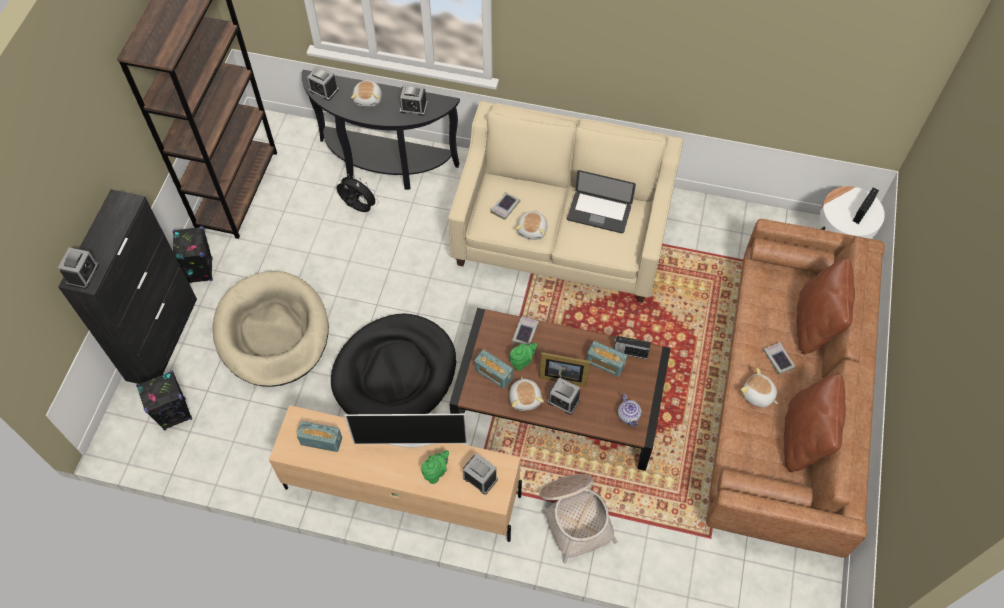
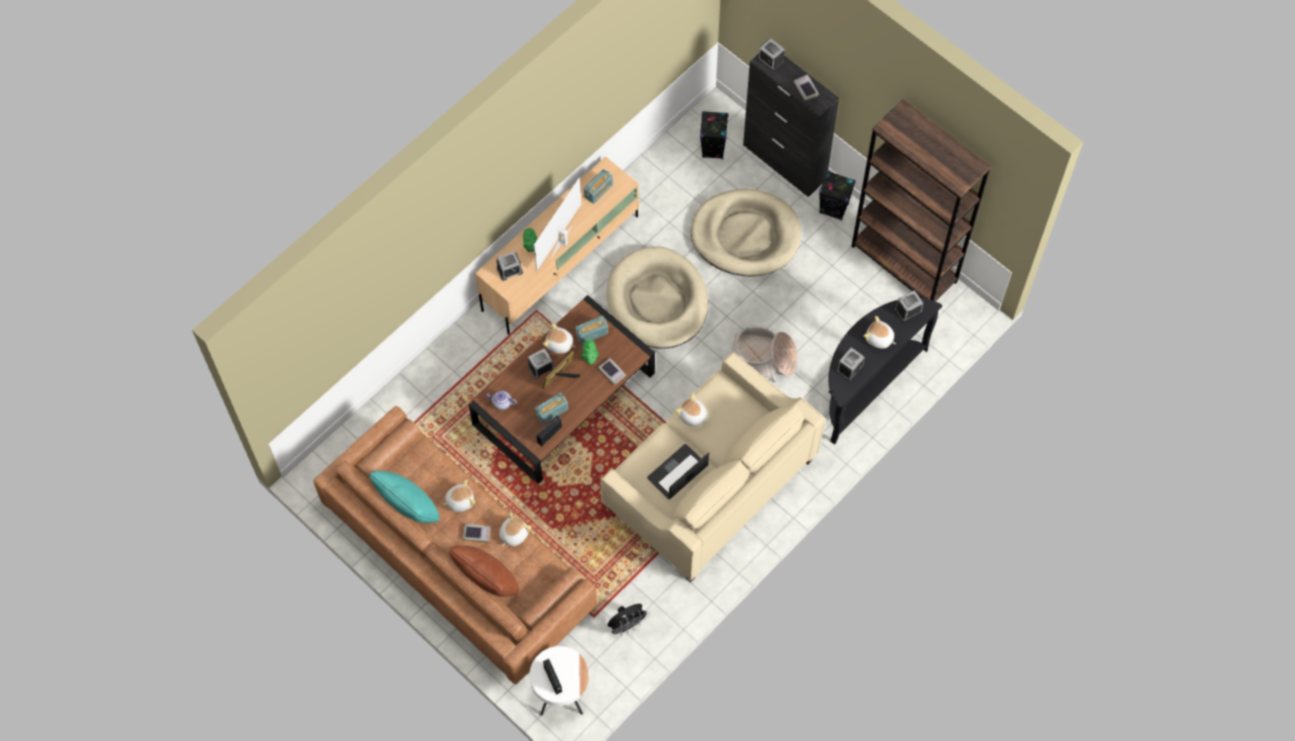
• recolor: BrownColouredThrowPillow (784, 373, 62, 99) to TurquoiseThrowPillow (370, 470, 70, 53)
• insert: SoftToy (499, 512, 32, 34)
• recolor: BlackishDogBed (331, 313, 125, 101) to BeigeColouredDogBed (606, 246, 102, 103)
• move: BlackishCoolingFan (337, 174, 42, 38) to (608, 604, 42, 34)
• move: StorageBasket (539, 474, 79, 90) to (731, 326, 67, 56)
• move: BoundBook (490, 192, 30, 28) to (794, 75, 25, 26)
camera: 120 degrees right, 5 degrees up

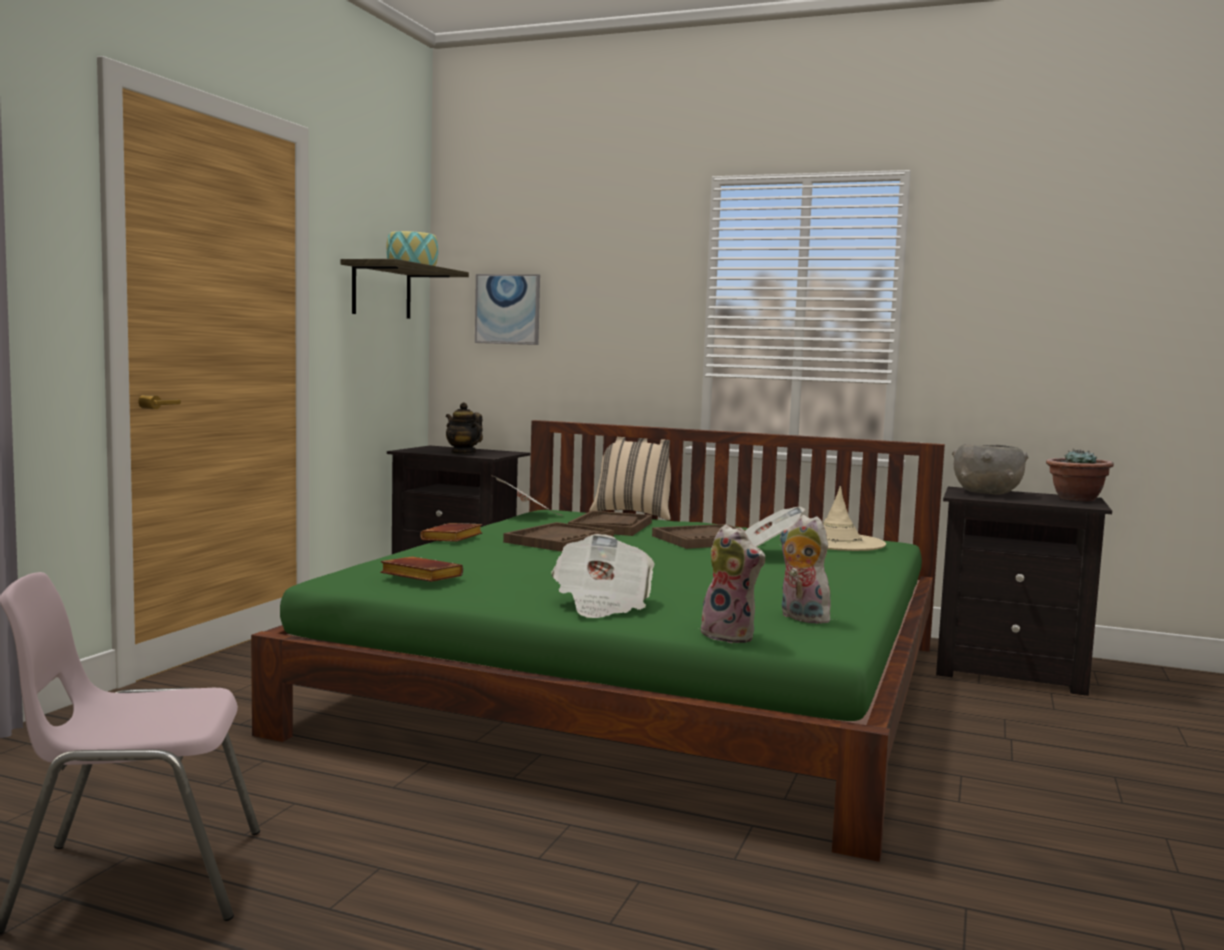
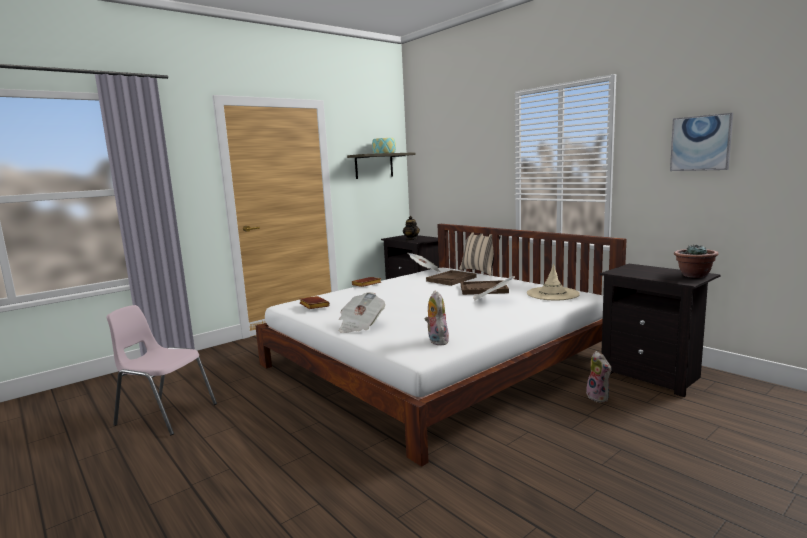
• recolor: GreenishSleepingBed (251, 420, 694, 442) to WhitishSleepingBed (255, 224, 372, 243)
• move: SoftToy (698, 525, 67, 118) to (586, 351, 25, 52)
• move: WallPicture (475, 274, 65, 71) to (670, 113, 63, 58)
• delete: BrownColouredServingTray (503, 522, 111, 30)
• delete: GreyishServingBowl (952, 444, 77, 51)
camera: 30 degrees right, 5 degrees up

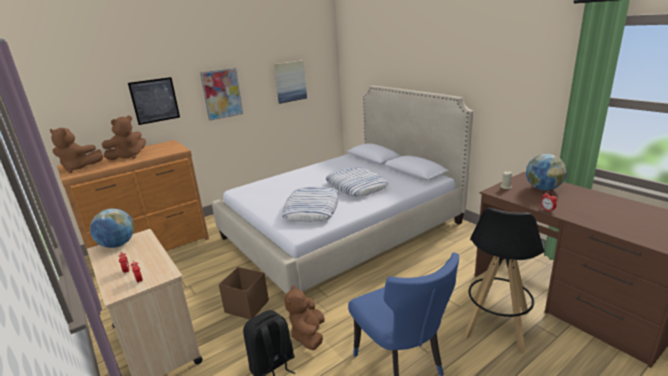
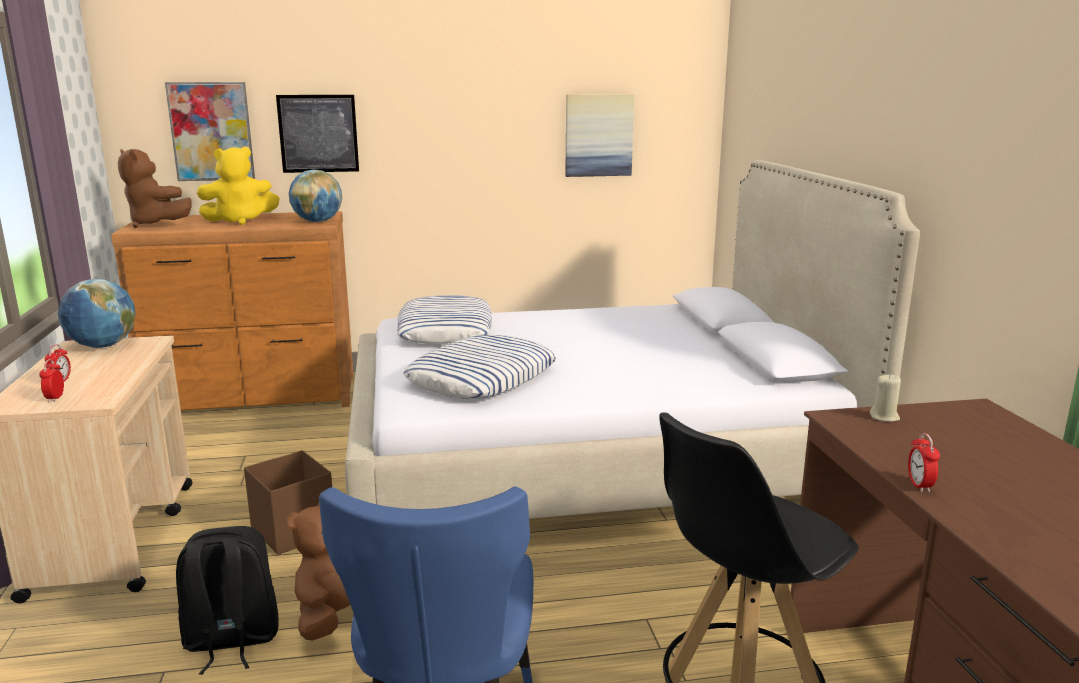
• move: WallPicture (200, 68, 43, 53) to (165, 82, 90, 99)
• recolor: BrownColouredSoftToy (102, 116, 44, 44) to YellowColouredSoftToy (197, 147, 83, 78)
• move: Globe (526, 154, 41, 36) to (289, 169, 53, 53)
• move: ThrowPillow (325, 167, 64, 29) to (397, 295, 95, 49)
camera: 25 degrees right, 5 degrees down

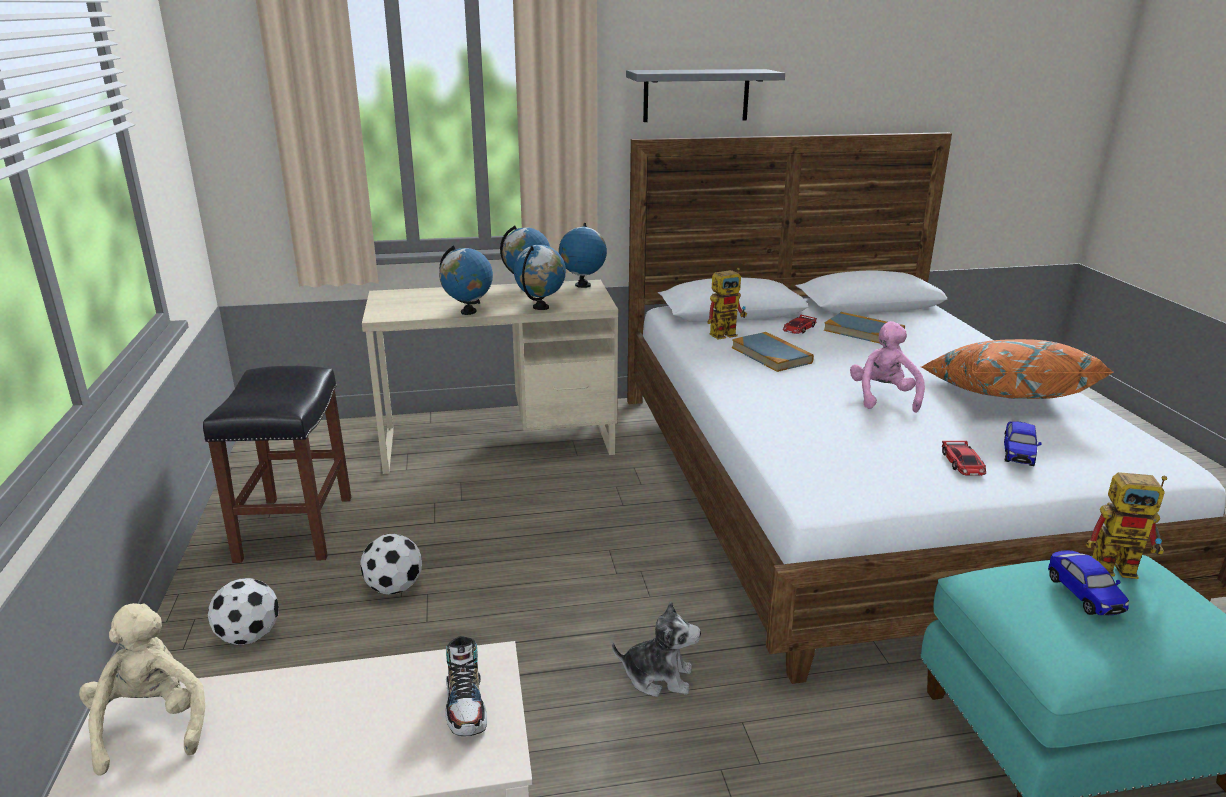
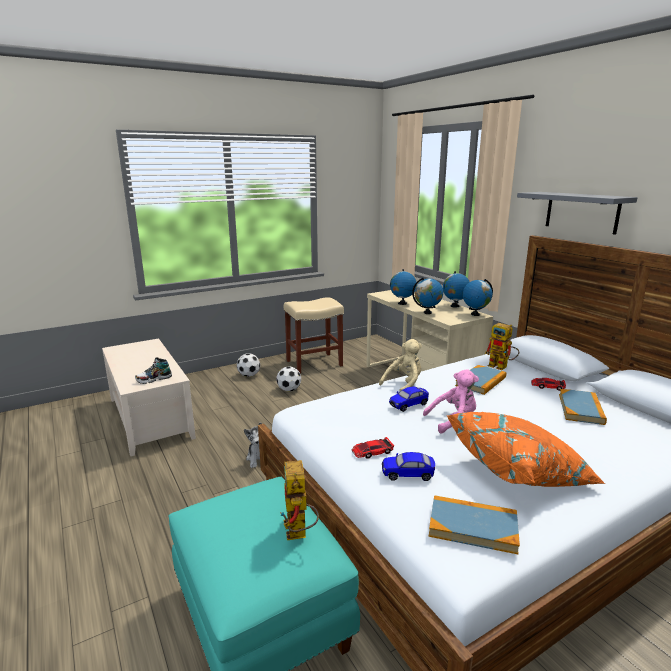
• recolor: BlackishSittingStool (203, 366, 148, 197) to BeigeColouredSittingStool (284, 297, 60, 77)
• move: BeigeColouredSoftToy (79, 603, 126, 173) to (379, 339, 43, 52)
• move: MiniatureCar (1048, 550, 81, 65) to (389, 386, 40, 26)
• insert: BoundBook (429, 495, 91, 59)
camera: 70 degrees right, 5 degrees down

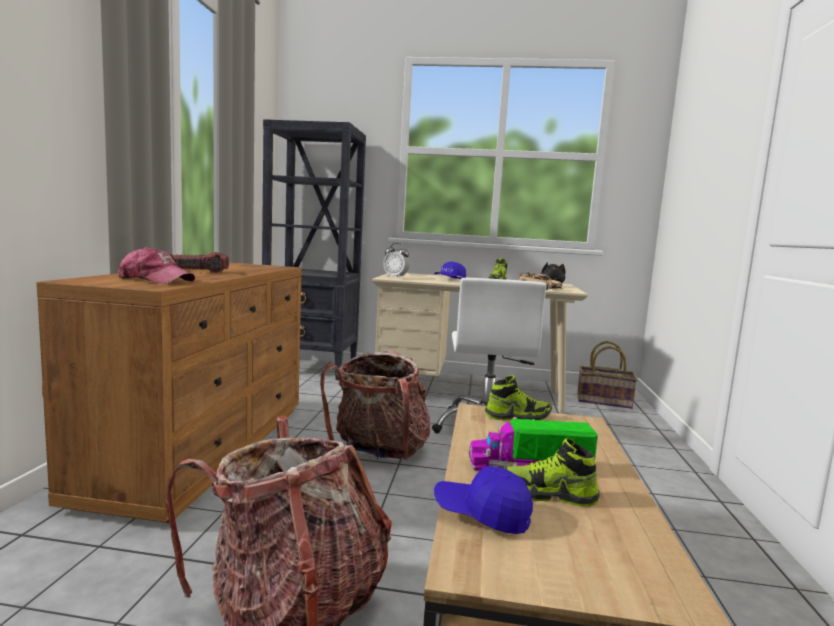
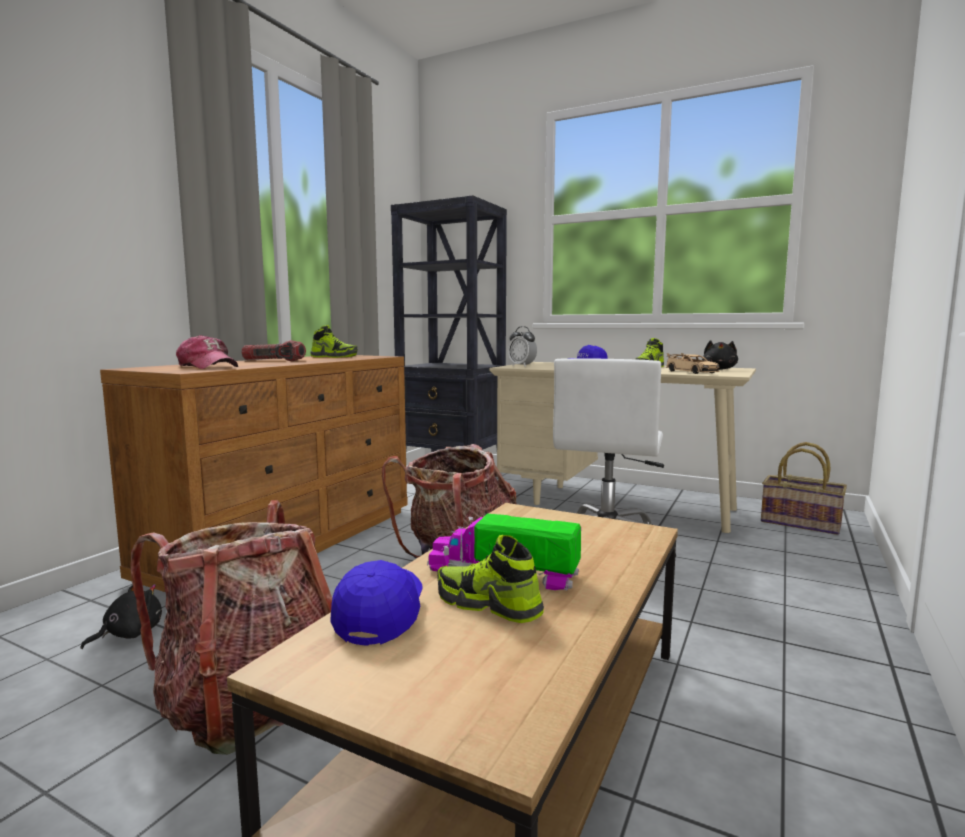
• insert: BlackishSoftToy (81, 584, 81, 65)
• move: ItemOfFootwear (485, 375, 67, 46) to (310, 325, 48, 33)
• rotate: BluishBaseballCap (434, 466, 99, 68) = (330, 560, 93, 86) 60 degrees clockwise
camera: 20 degrees right, 0 degrees up

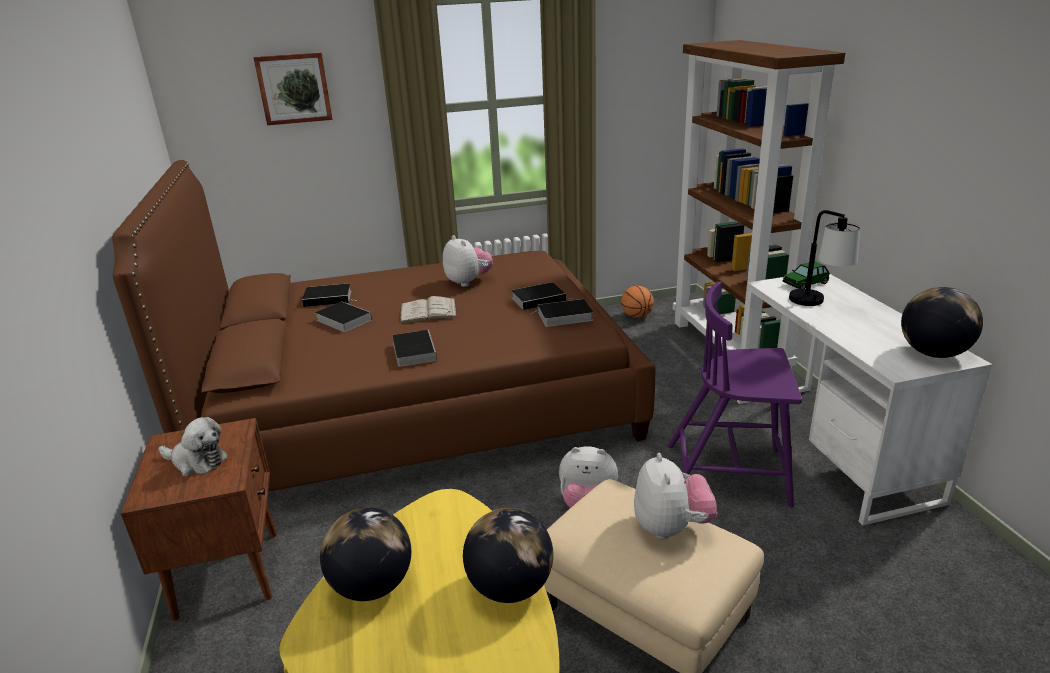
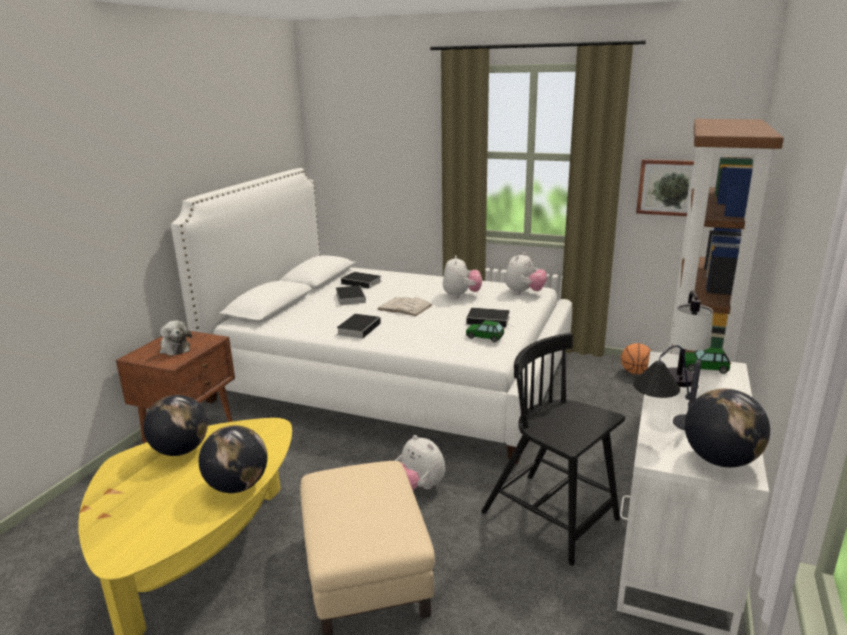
• recolor: BrownColouredSleepingBed (112, 160, 543, 332) to WhitishSleepingBed (171, 168, 401, 296)
• replace: BoundBook (531, 299, 62, 28) to MiniatureCar (466, 320, 38, 22)
• recolor: PurplishUprightChair (668, 281, 134, 226) to BlackishUprightChair (481, 333, 144, 232)
• move: SoftToy (634, 453, 83, 86) to (505, 252, 42, 42)
• insert: LampForATable (633, 345, 68, 85)
• move: WallPicture (253, 52, 80, 73) to (636, 159, 58, 57)
camera: 35 degrees right, 5 degrees down

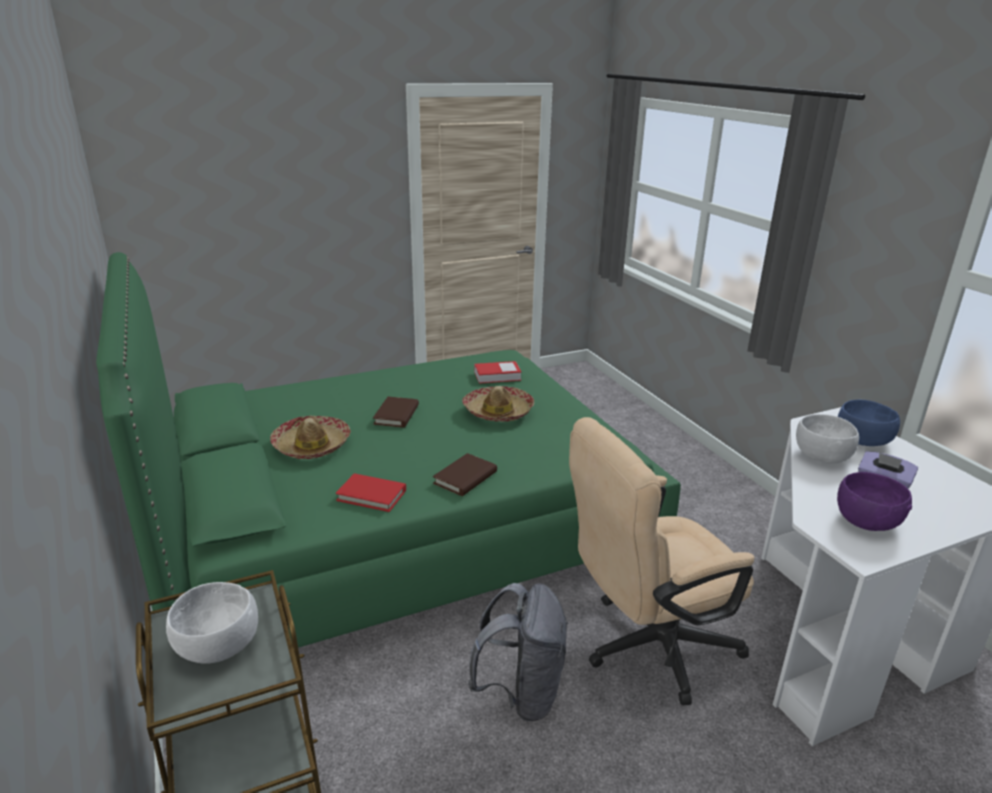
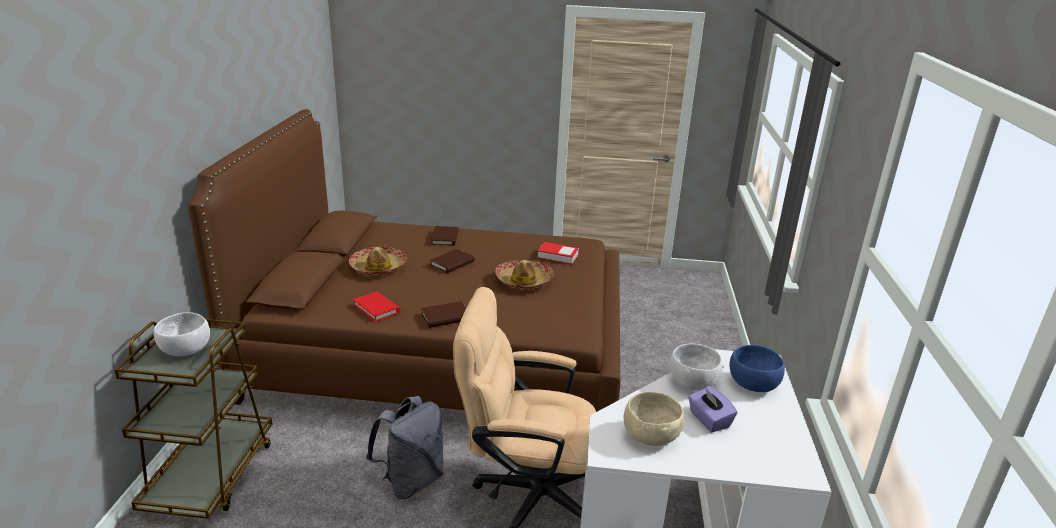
• recolor: GreenishSleepingBed (96, 252, 585, 396) to BrownColouredSleepingBed (188, 109, 432, 303)
• insert: BrownColouredBoundBook (431, 226, 28, 20)
• recolor: PurplishServingBowl (837, 472, 75, 59) to BeigeColouredServingBowl (624, 392, 60, 54)
camera: 30 degrees right, 0 degrees up

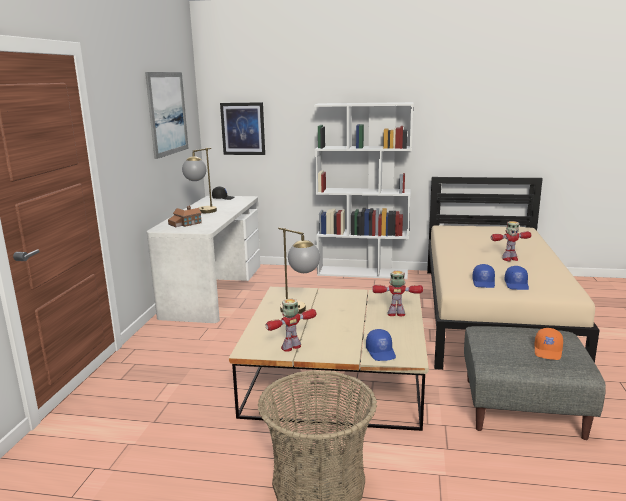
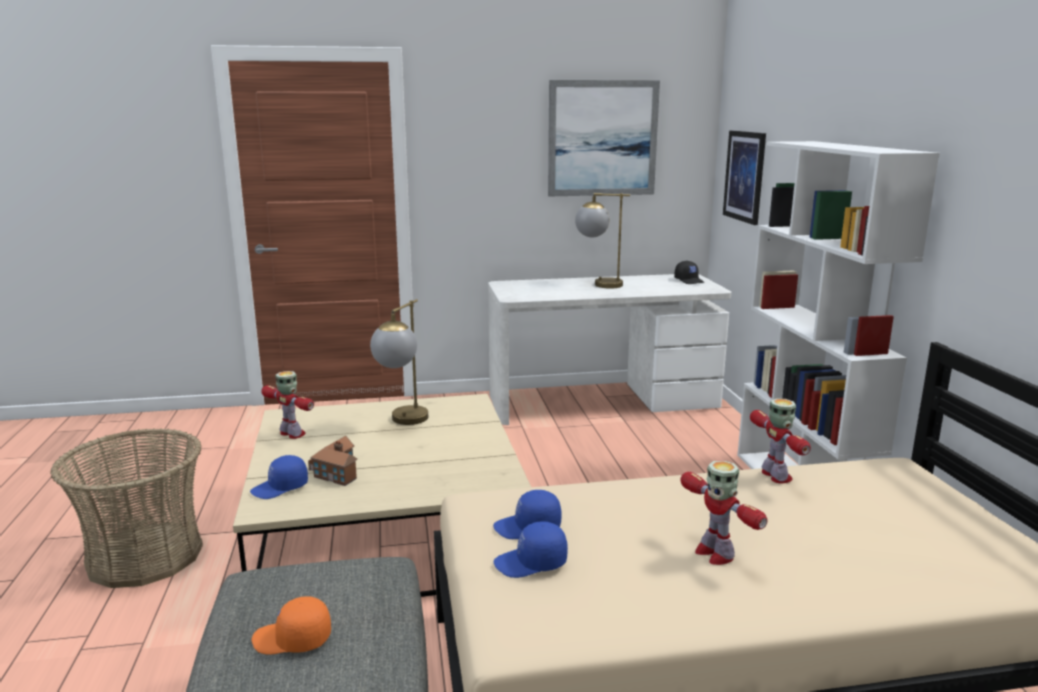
• move: ToyHouse (168, 206, 34, 21) to (308, 436, 49, 50)
• move: ToyRobot (372, 271, 51, 45) to (750, 398, 61, 86)
camera: 70 degrees right, 0 degrees up

